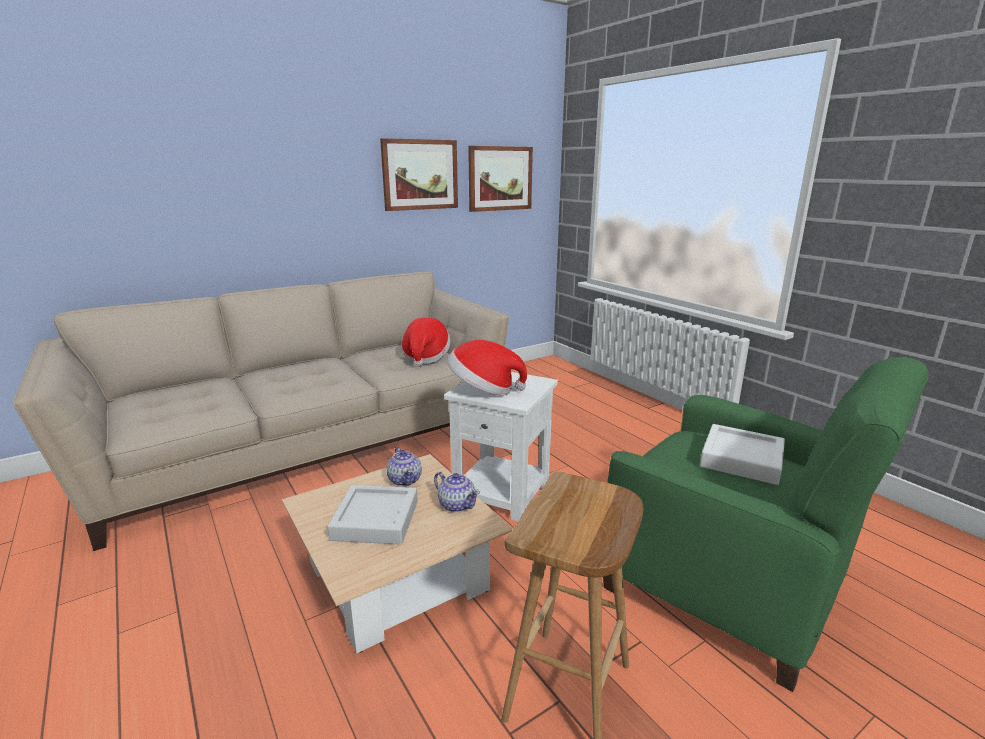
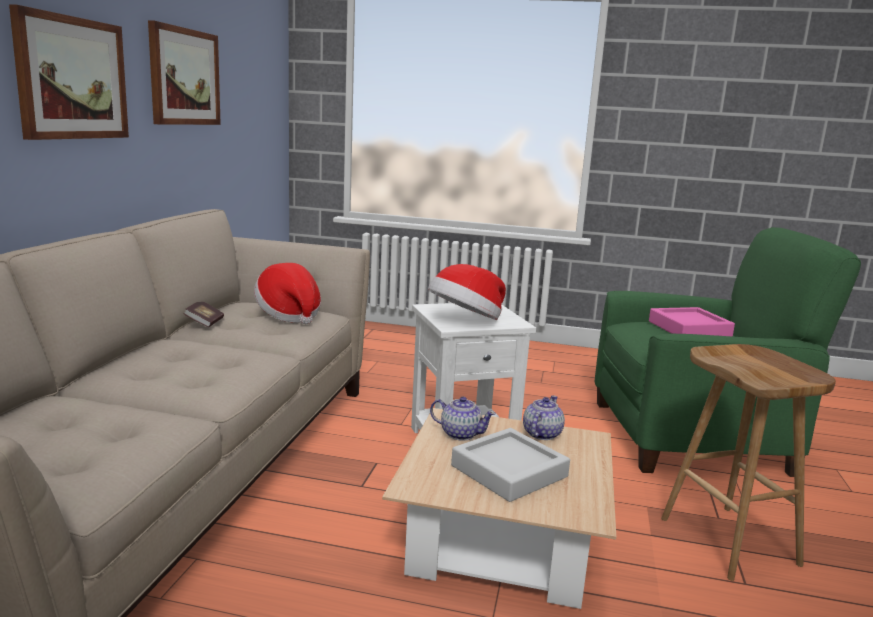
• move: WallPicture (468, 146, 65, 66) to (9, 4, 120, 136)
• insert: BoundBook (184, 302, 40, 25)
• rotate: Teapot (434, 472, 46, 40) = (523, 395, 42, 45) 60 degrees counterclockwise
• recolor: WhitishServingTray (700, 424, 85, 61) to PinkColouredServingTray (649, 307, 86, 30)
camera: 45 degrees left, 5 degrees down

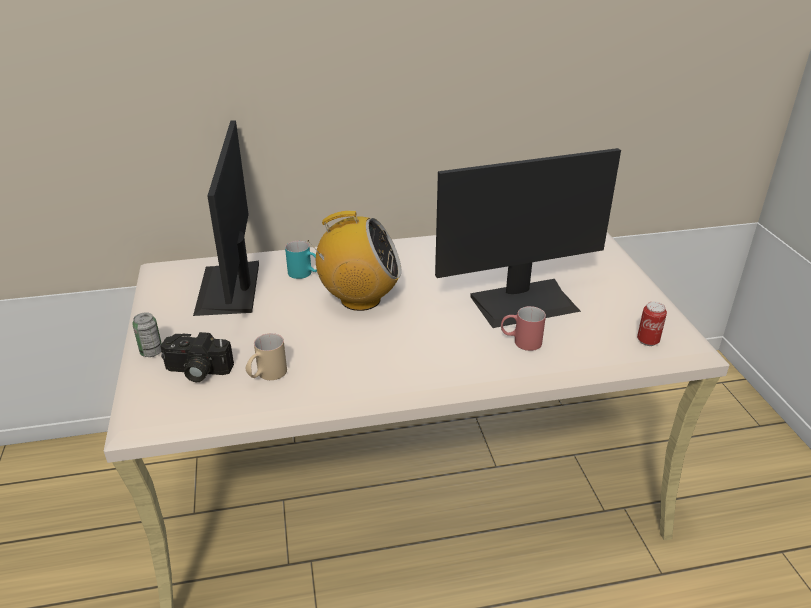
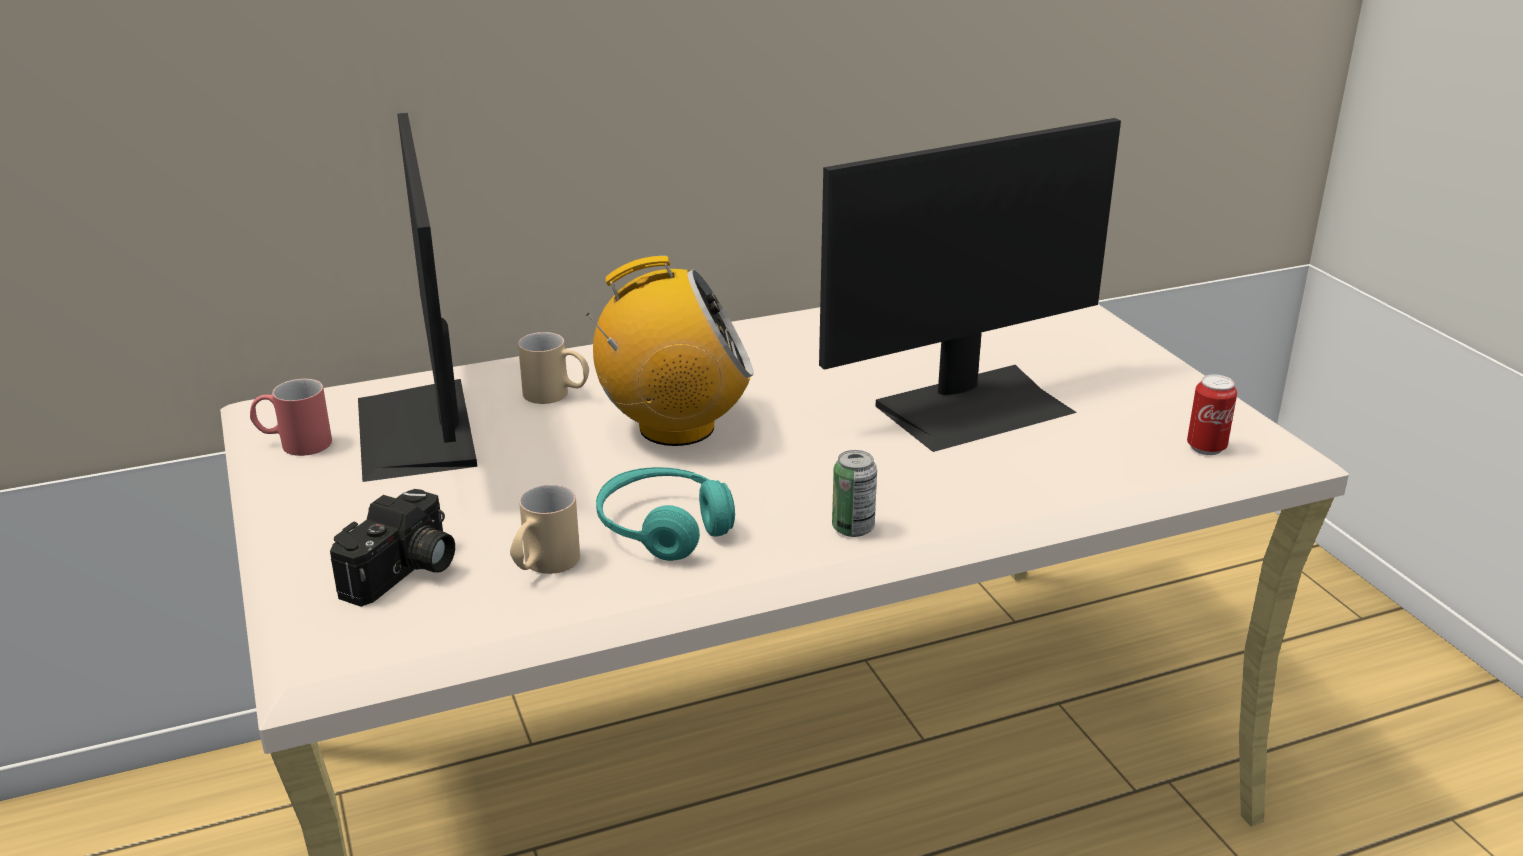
• move: ReddishCoffeeMug (501, 306, 45, 45) to (250, 379, 82, 77)
• rotate: StillCamera (161, 332, 73, 50) = (330, 489, 125, 118) 60 degrees counterclockwise
• recolor: TurquoiseCoffeeMug (285, 241, 32, 38) to BeigeColouredCoffeeMug (518, 332, 71, 72)
• insert: TurquoisePairOfHeadphones (596, 467, 139, 94)
• move: MetalCan (132, 312, 30, 45) to (832, 450, 45, 87)
camera: 10 degrees left, 5 degrees down

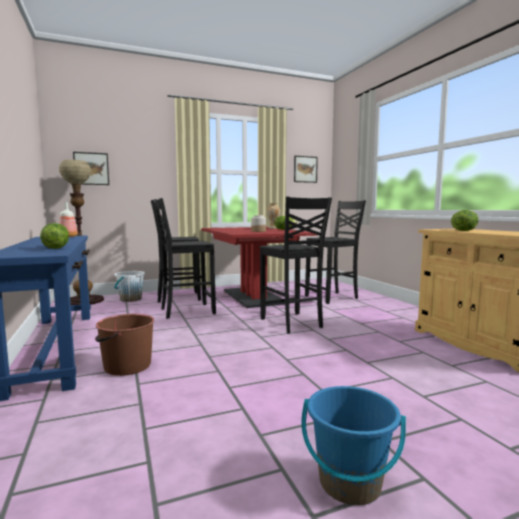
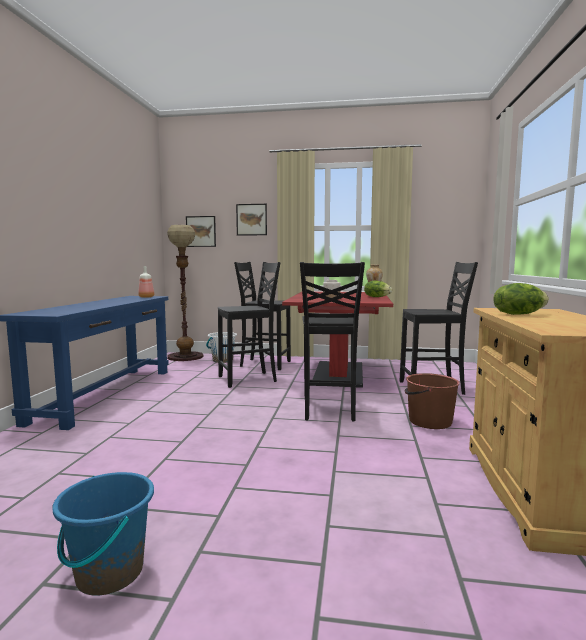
• rotate: BlackishUprightChair (154, 198, 62, 121) = (218, 262, 63, 126) 150 degrees clockwise
• move: WallPicture (294, 156, 24, 27) to (236, 204, 31, 32)
• move: BrownColouredBucket (95, 314, 59, 62) to (405, 373, 55, 56)
• delete: Lettuce (40, 223, 29, 26)
camera: 30 degrees right, 0 degrees up

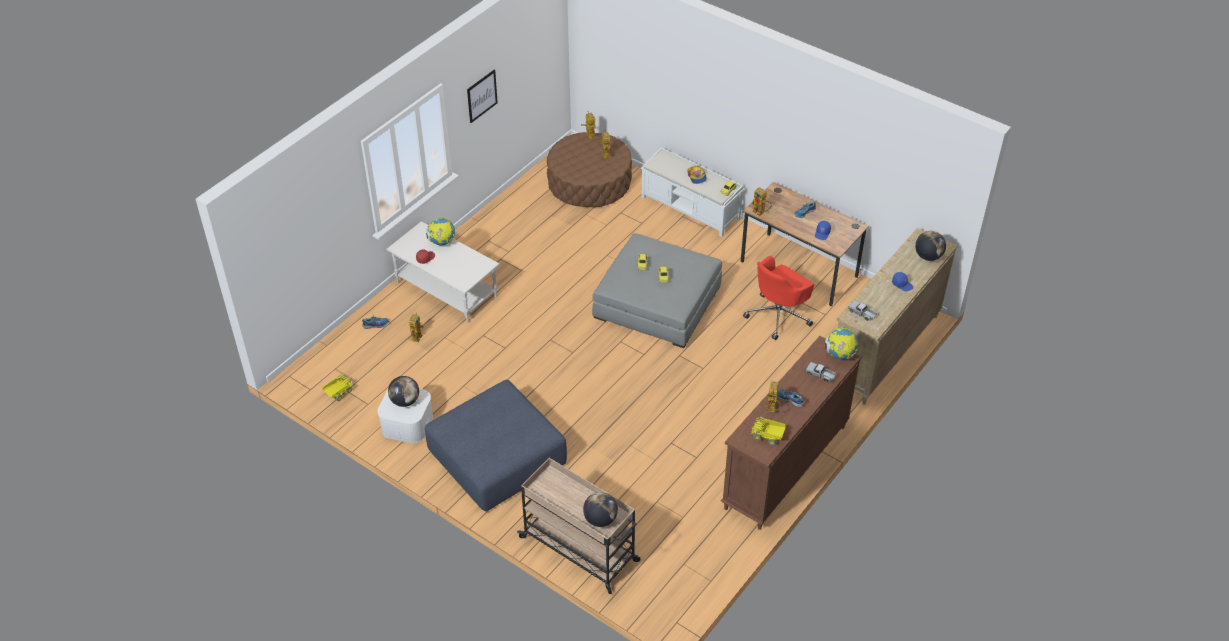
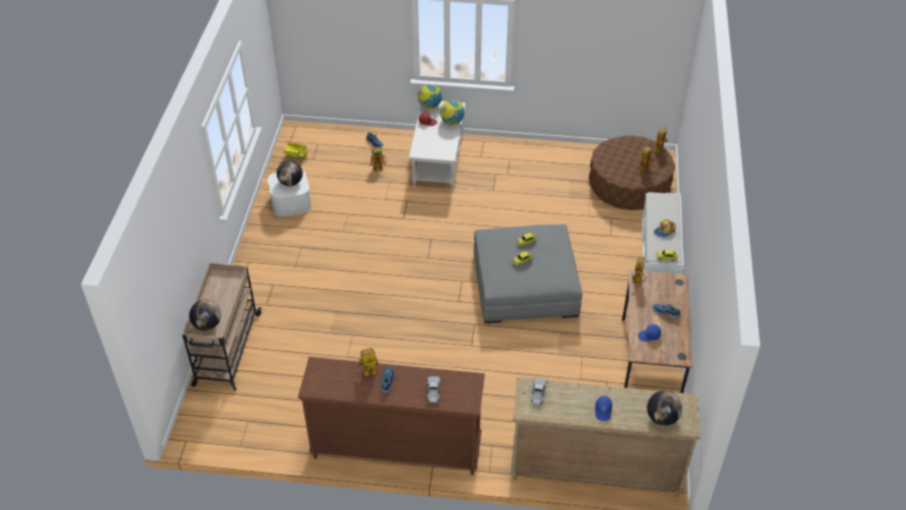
• move: Globe (825, 327, 33, 32) to (417, 84, 25, 25)
• delete: BluishOttoman (425, 380, 142, 131)
• delete: WallPicture (467, 70, 31, 53)
• delete: ReddishComputerChair (743, 256, 71, 84)
• delete: ToyTruck (752, 417, 34, 28)
camera: 60 degrees right, 0 degrees up

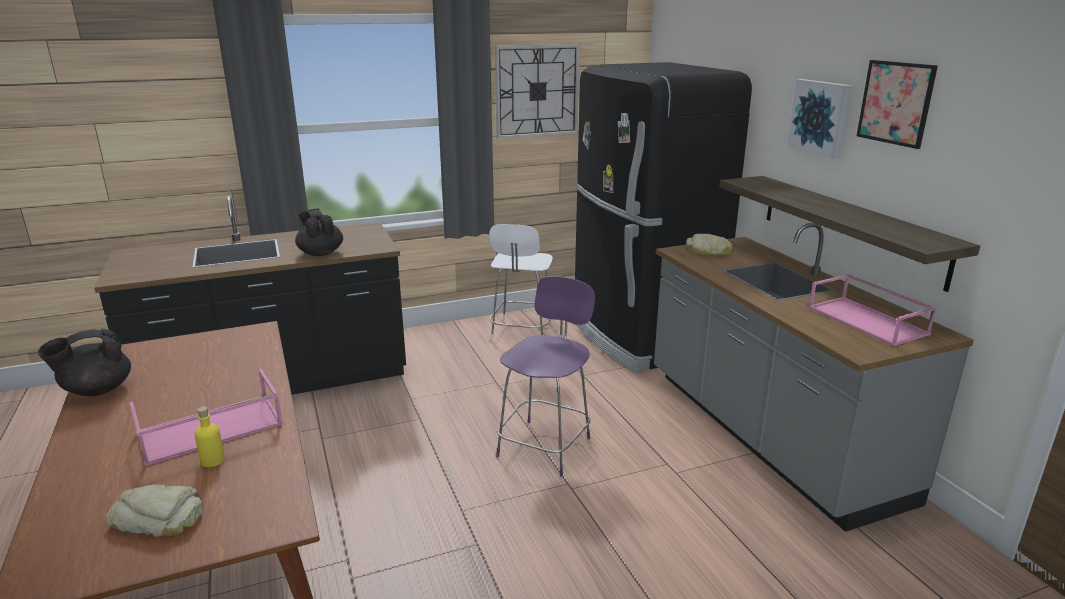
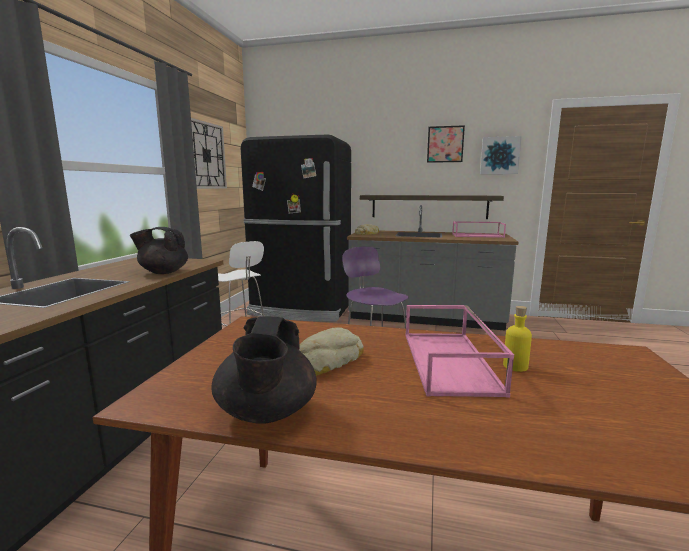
• move: BakedBread (106, 485, 98, 51) to (299, 327, 65, 49)
• move: WallPicture (787, 79, 66, 80) to (480, 136, 42, 38)
camera: 55 degrees left, 10 degrees down

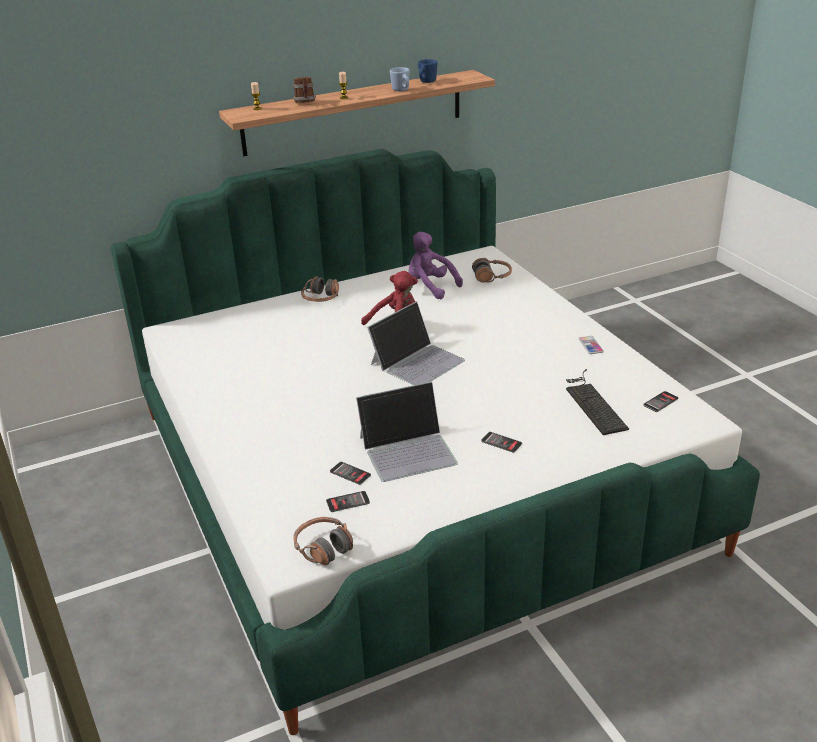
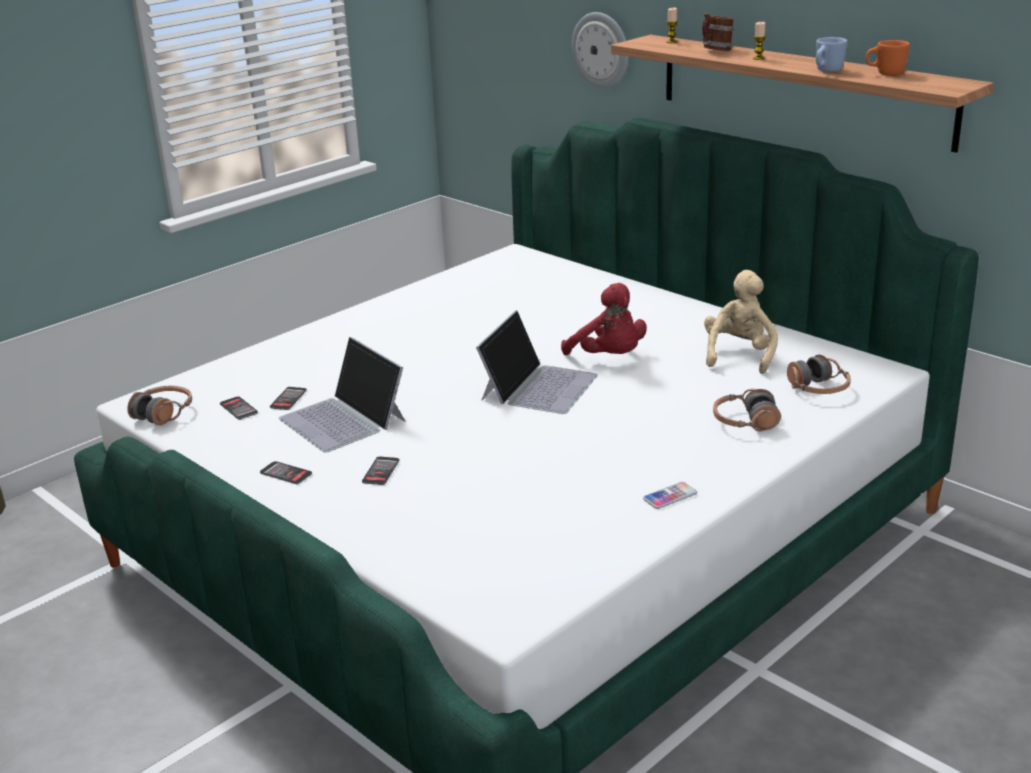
• move: Handset (643, 391, 35, 21) to (260, 461, 52, 23)
• rotate: PortableComputer (367, 301, 98, 84) = (476, 310, 122, 104) 90 degrees counterclockwise
• insert: ClockOnTheWall (572, 12, 56, 76)
• recolor: PurplishSoftToy (409, 232, 54, 67) to BeigeColouredSoftToy (704, 270, 74, 104)
• move: PairOfHeadphones (301, 277, 38, 25) to (713, 389, 68, 43)
• recolor: BluishCoffeeMug (418, 59, 19, 24) to OrangeColouredCoffeeMug (866, 40, 44, 36)
• delete: Keyboard (566, 369, 63, 66)
camera: 70 degrees right, 5 degrees down

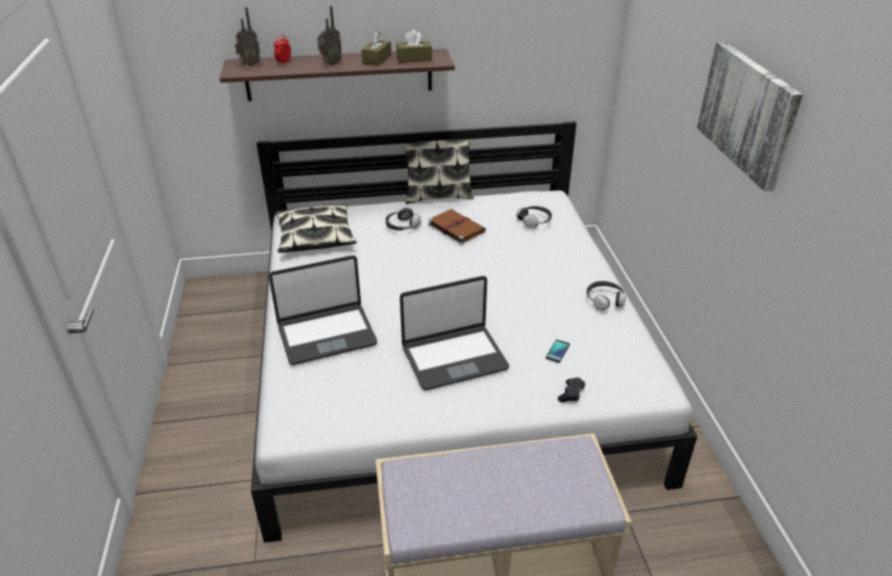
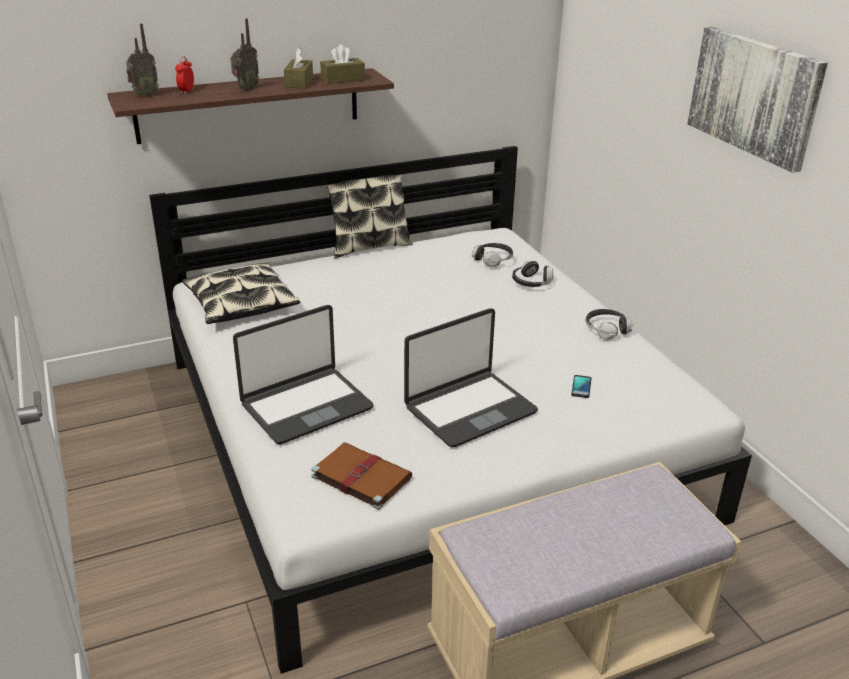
• move: BrownColouredBoundBook (428, 209, 58, 35) to (311, 442, 101, 68)
• move: PairOfHeadphones (386, 207, 35, 24) to (512, 260, 41, 27)
• delete: BlackishGameController (558, 377, 27, 25)
camera: 15 degrees left, 5 degrees down

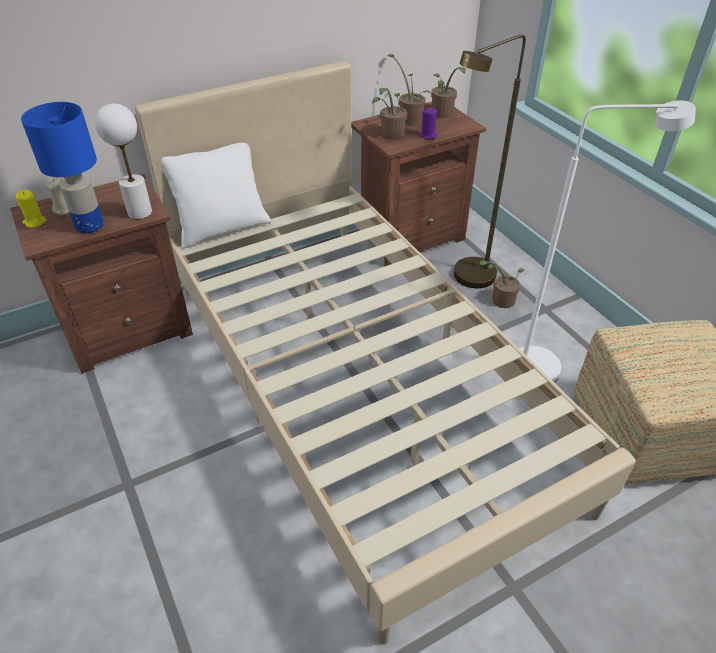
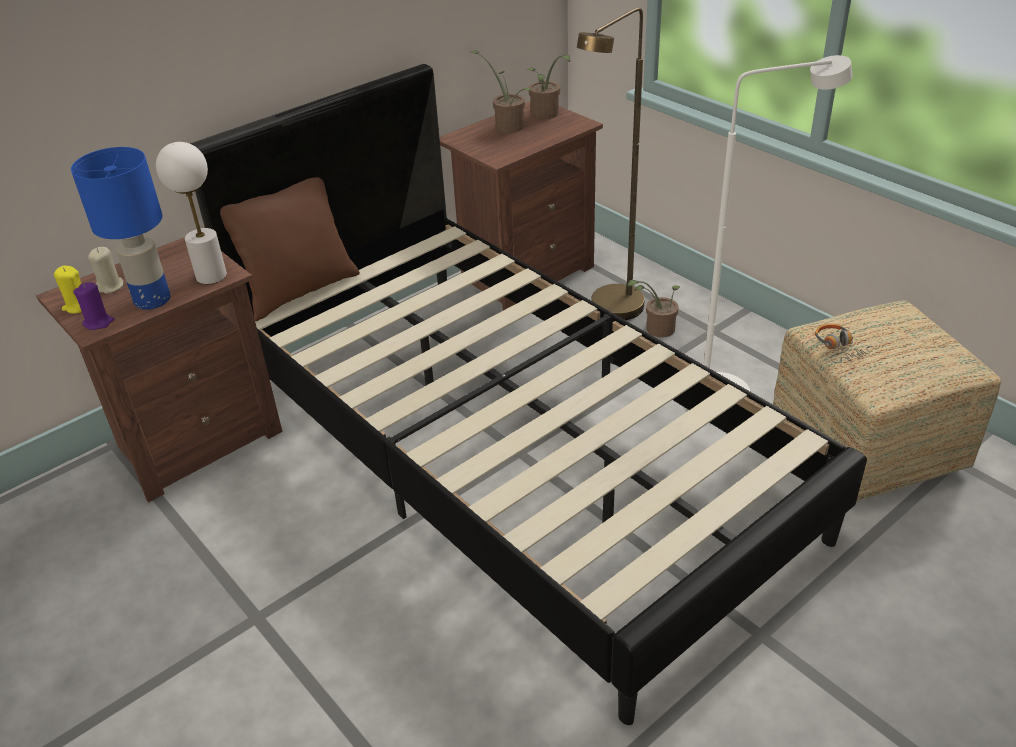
• move: PurplishWaxLight (419, 107, 19, 32) to (73, 282, 41, 48)
• recolor: BeigeColouredSleepingBed (135, 61, 501, 584) to BlackishSleepingBed (190, 64, 677, 661)
• recolor: WhitishThrowPillow (161, 143, 110, 106) to BrownColouredThrowPillow (220, 177, 140, 144)
• insert: PairOfHeadphones (815, 324, 57, 39)
• delete: PlantInAPot (372, 88, 35, 52)
camera: 10 degrees left, 5 degrees down

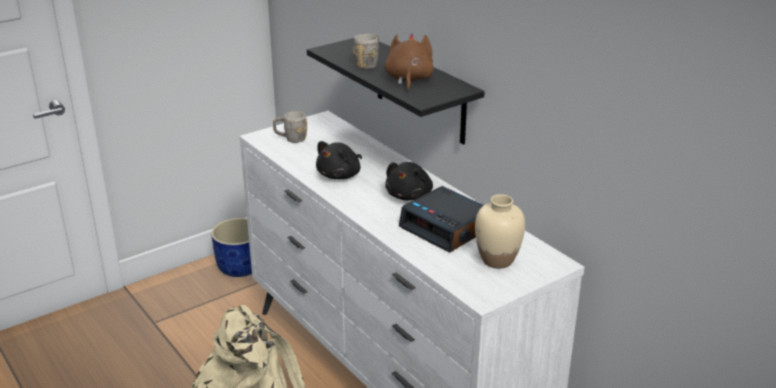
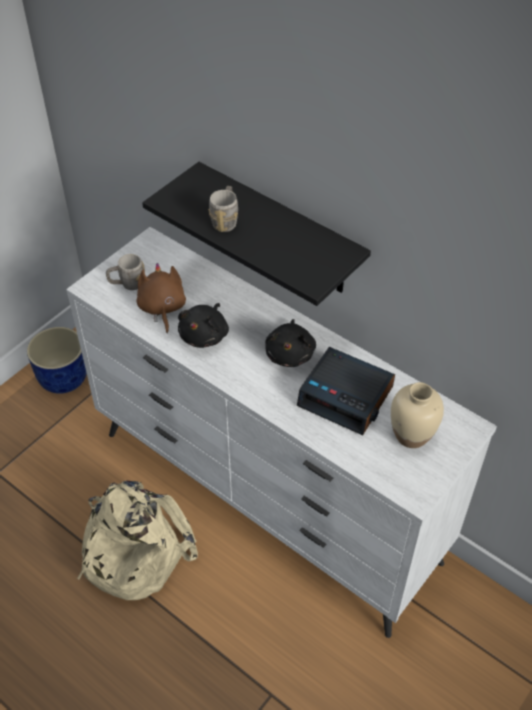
• move: BrownColouredSoftToy (385, 33, 49, 58) to (137, 263, 49, 71)
camera: 15 degrees left, 20 degrees up

